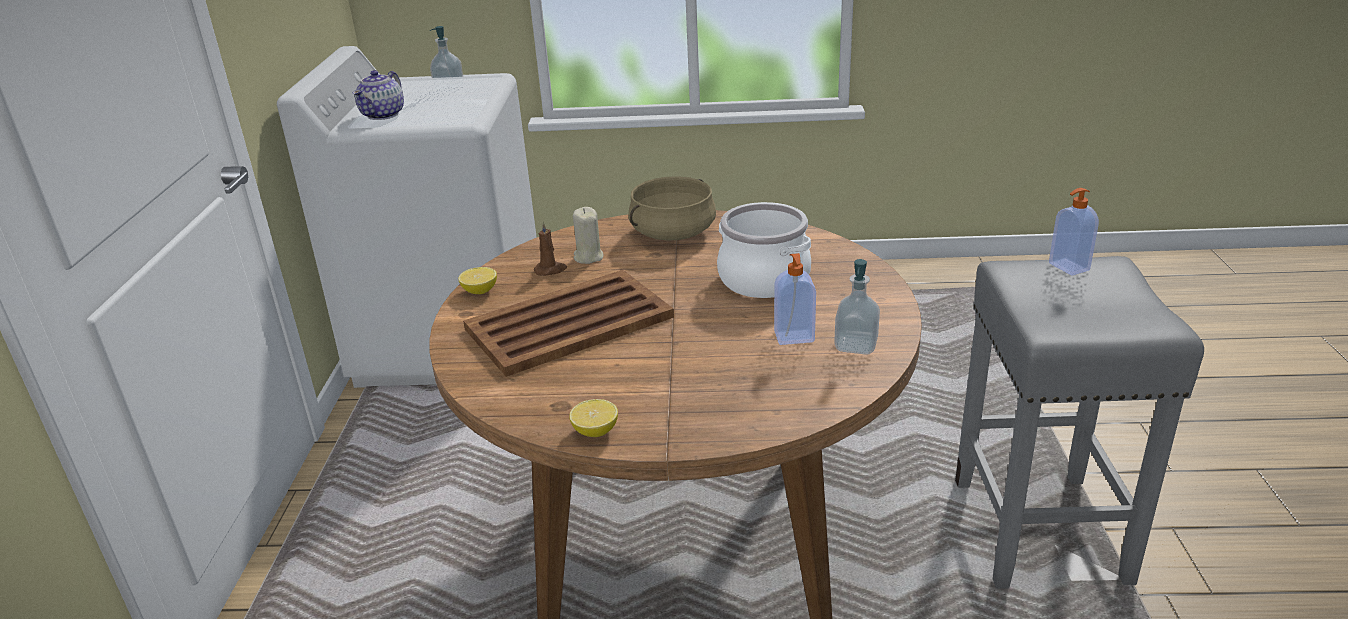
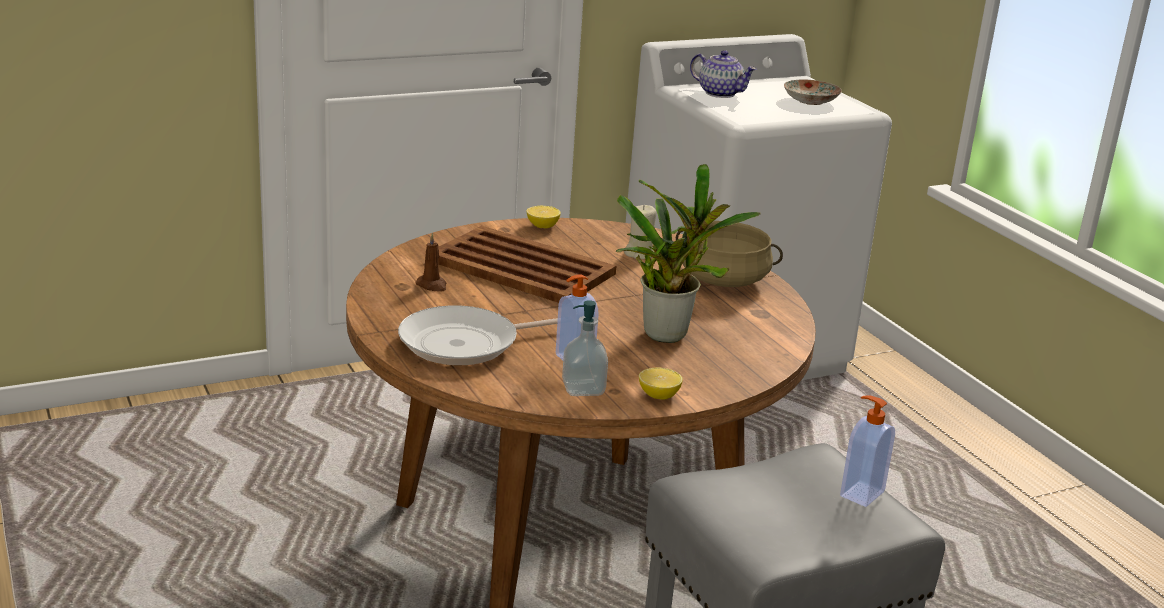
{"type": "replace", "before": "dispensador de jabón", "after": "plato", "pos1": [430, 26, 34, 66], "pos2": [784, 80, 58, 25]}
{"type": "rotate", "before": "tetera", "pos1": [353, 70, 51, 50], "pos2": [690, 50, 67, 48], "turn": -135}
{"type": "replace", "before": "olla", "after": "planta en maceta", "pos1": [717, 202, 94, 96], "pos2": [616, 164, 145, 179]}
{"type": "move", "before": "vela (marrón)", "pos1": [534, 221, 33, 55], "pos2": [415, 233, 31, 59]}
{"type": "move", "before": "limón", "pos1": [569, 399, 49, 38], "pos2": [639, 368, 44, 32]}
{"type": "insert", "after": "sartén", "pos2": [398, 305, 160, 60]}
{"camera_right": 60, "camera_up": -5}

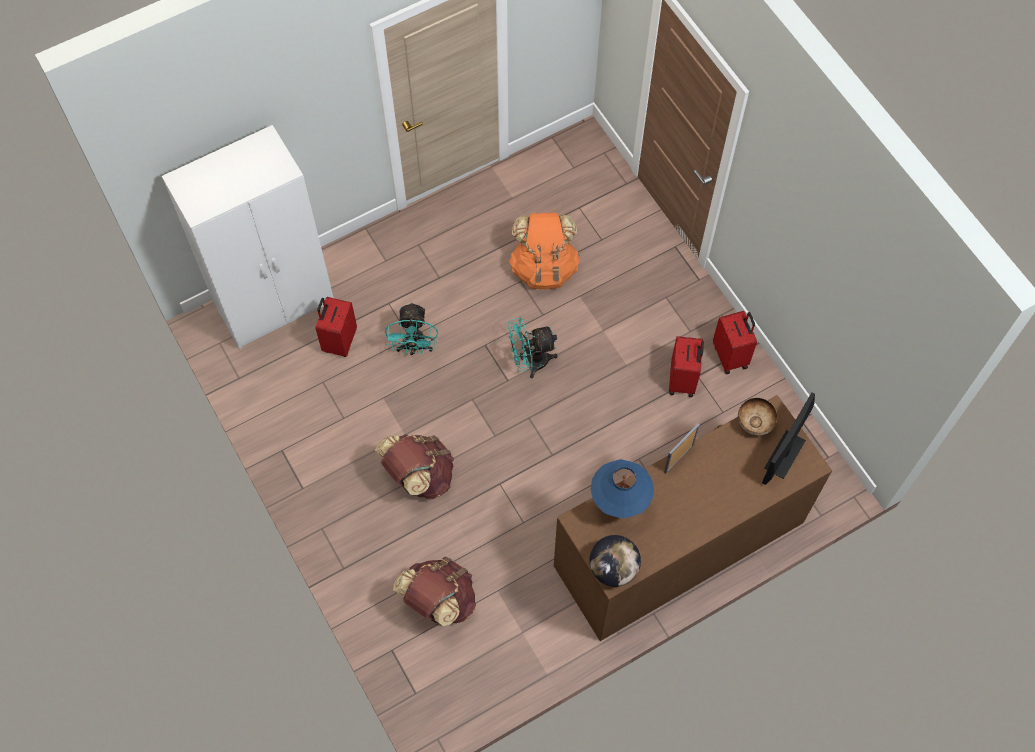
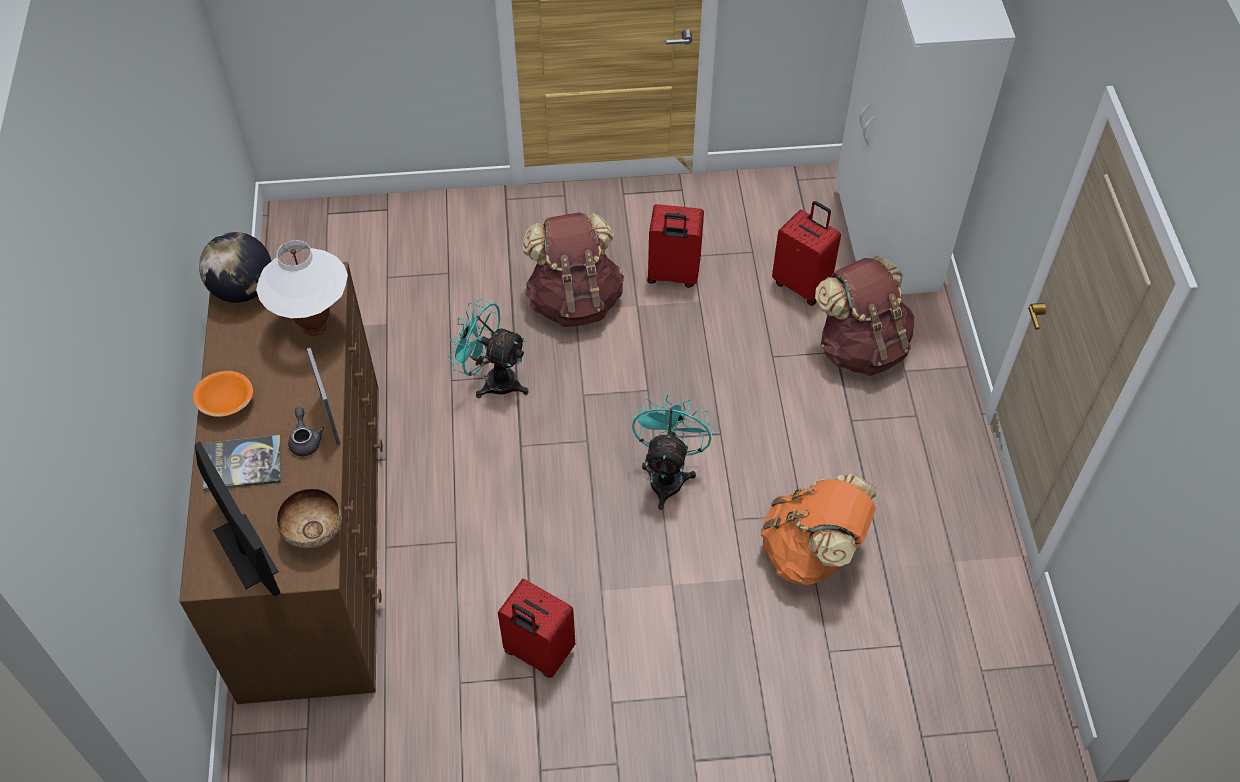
{"type": "move", "before": "ventilador (turquesa)", "pos1": [385, 302, 53, 53], "pos2": [448, 299, 80, 99]}
{"type": "move", "before": "maleta (rojo)", "pos1": [713, 311, 44, 63], "pos2": [647, 204, 57, 84]}
{"type": "recolor", "before": "lámpara de mesa (azul)", "after": "lámpara de mesa (blanco)", "pos1": [591, 459, 63, 59], "pos2": [256, 240, 92, 96]}
{"type": "move", "before": "mochila (marrón)", "pos1": [393, 557, 83, 69], "pos2": [815, 255, 100, 121]}
{"type": "insert", "after": "cuenco (naranja)", "pos2": [193, 371, 60, 46]}
{"type": "insert", "after": "tetera (gris)", "pos2": [288, 407, 36, 49]}
{"type": "insert", "after": "libro", "pos2": [203, 435, 78, 56]}
{"camera_right": 115, "camera_up": -10}

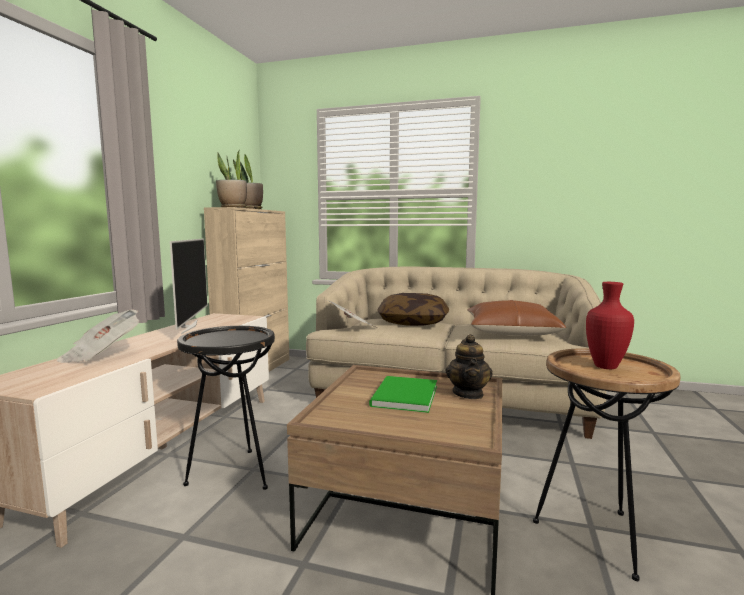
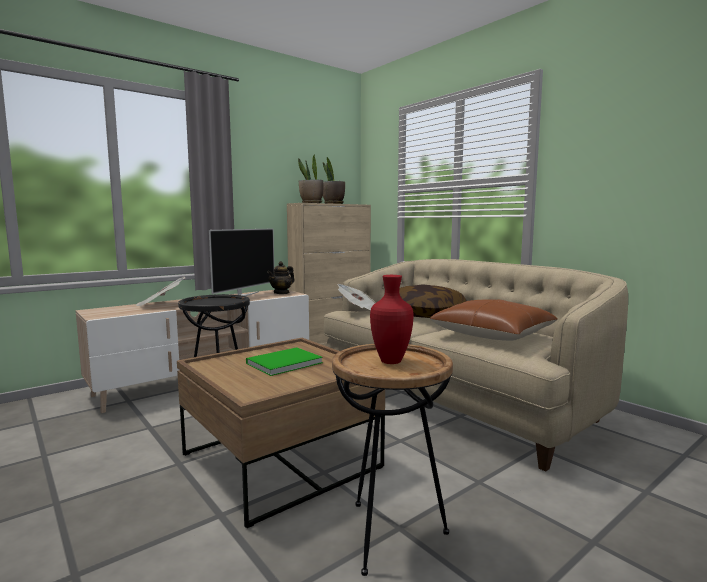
{"type": "move", "before": "tetera", "pos1": [445, 334, 48, 65], "pos2": [267, 261, 28, 33]}
{"camera_right": 35, "camera_up": 0}

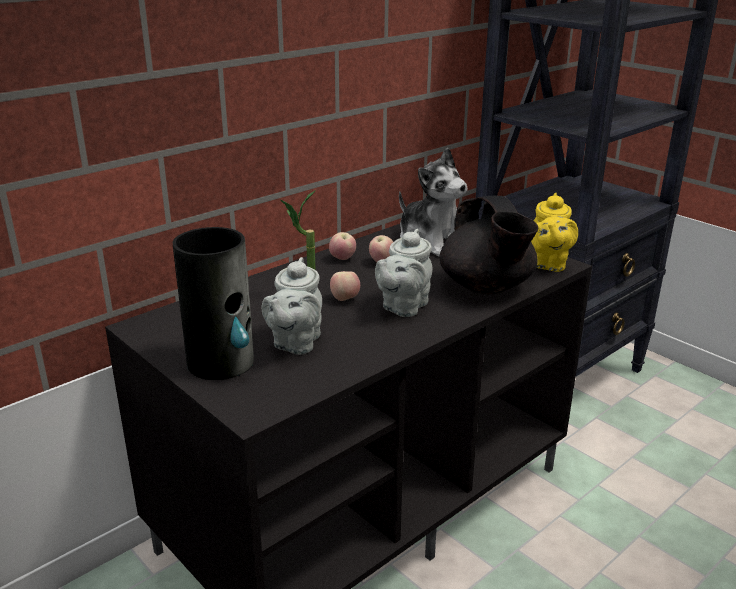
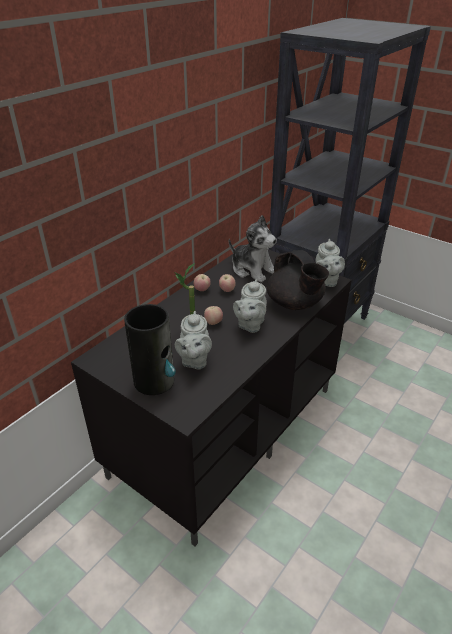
{"type": "recolor", "before": "tetera (amarillo)", "after": "tetera (gris)", "pos1": [531, 193, 47, 79], "pos2": [316, 239, 29, 48]}
{"camera_right": -10, "camera_up": 10}

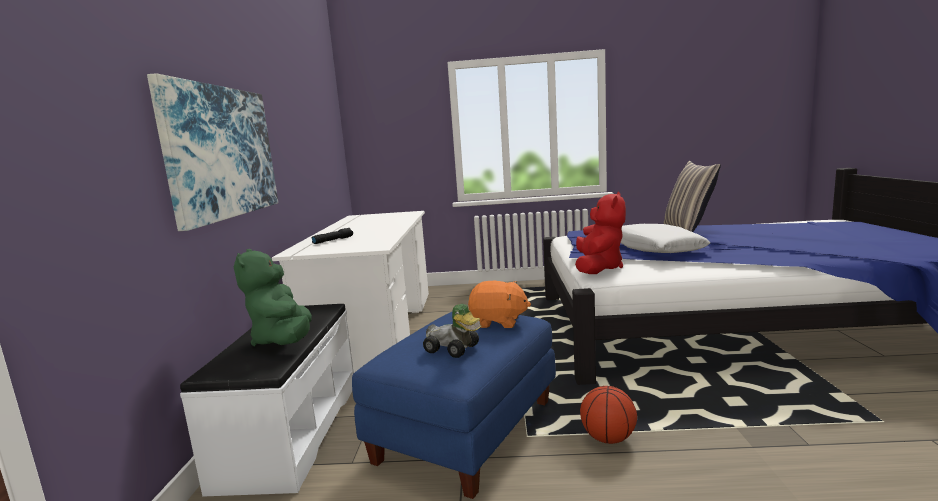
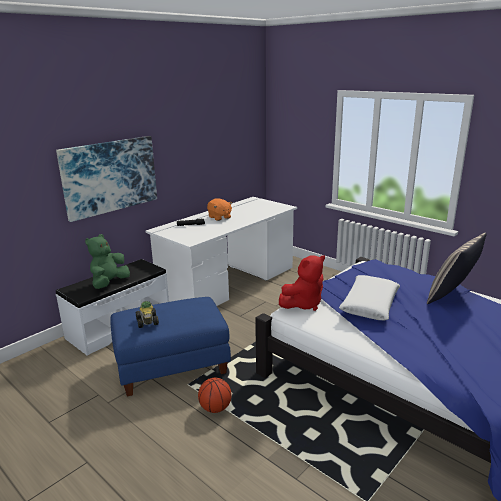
{"type": "move", "before": "peluche (naranja)", "pos1": [468, 281, 63, 47], "pos2": [207, 198, 25, 23]}
{"camera_right": 40, "camera_up": 10}

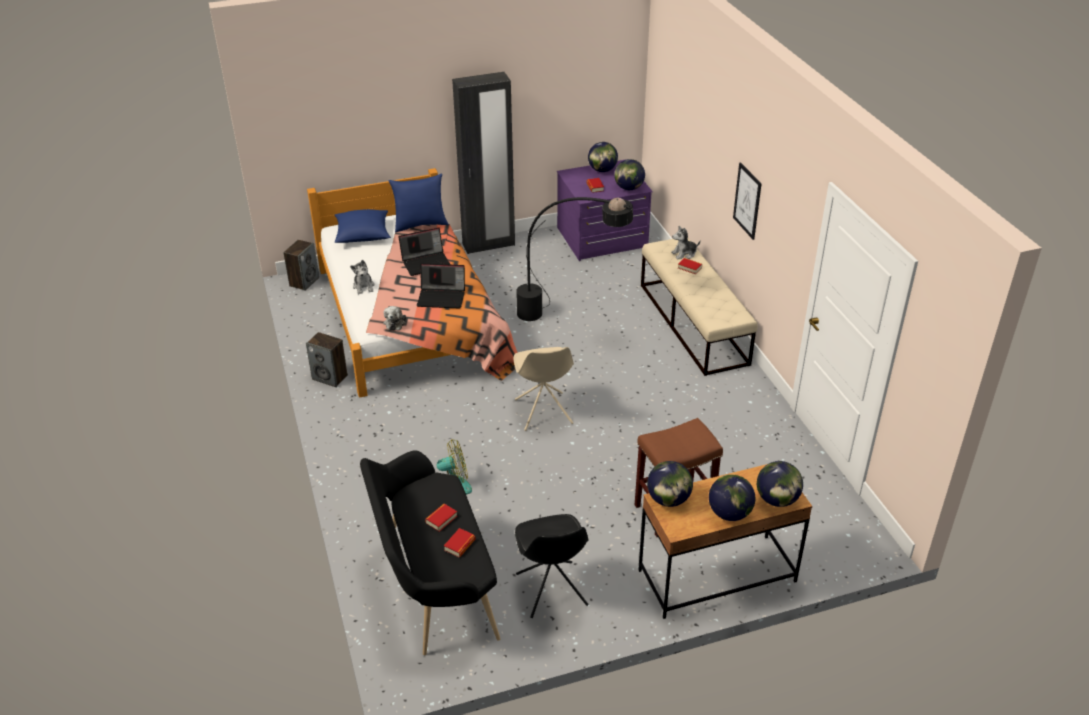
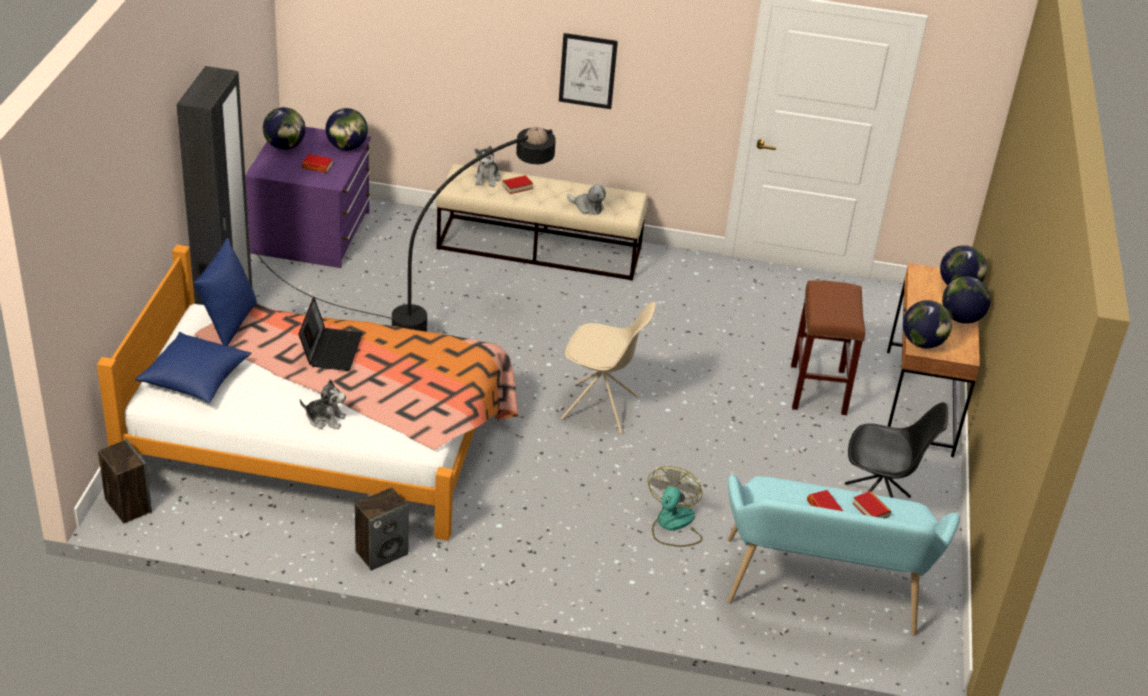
{"type": "delete", "before": "portátil", "pos1": [417, 263, 48, 46]}
{"type": "move", "before": "peluche", "pos1": [383, 306, 23, 24], "pos2": [567, 185, 39, 30]}
{"type": "recolor", "before": "banco (negro)", "after": "banco (turquesa)", "pos1": [360, 450, 140, 205], "pos2": [728, 475, 232, 161]}
{"camera_right": -65, "camera_up": 0}

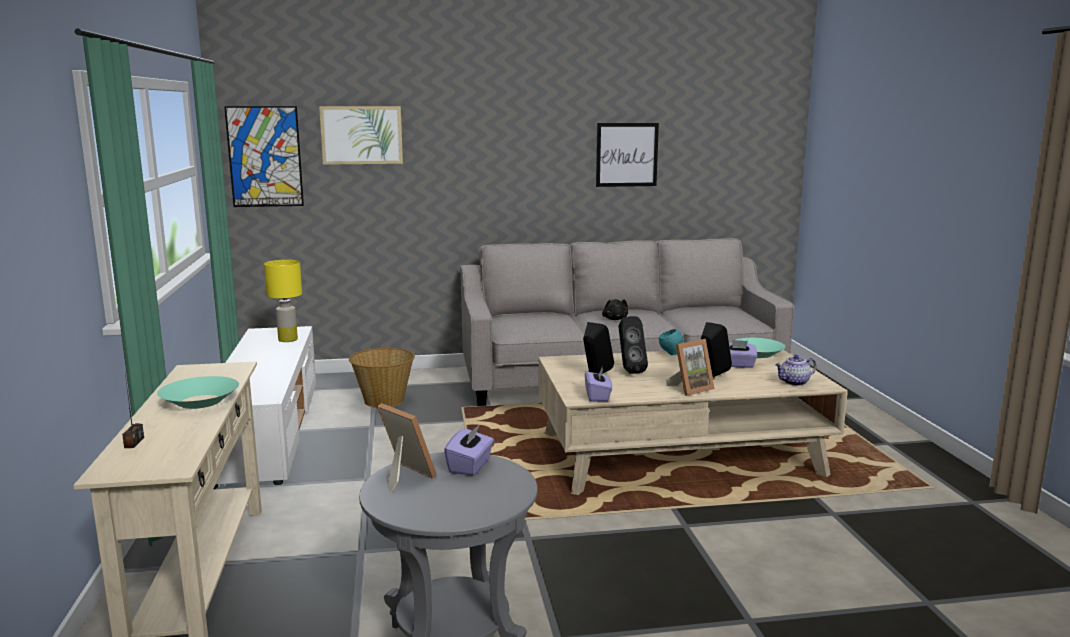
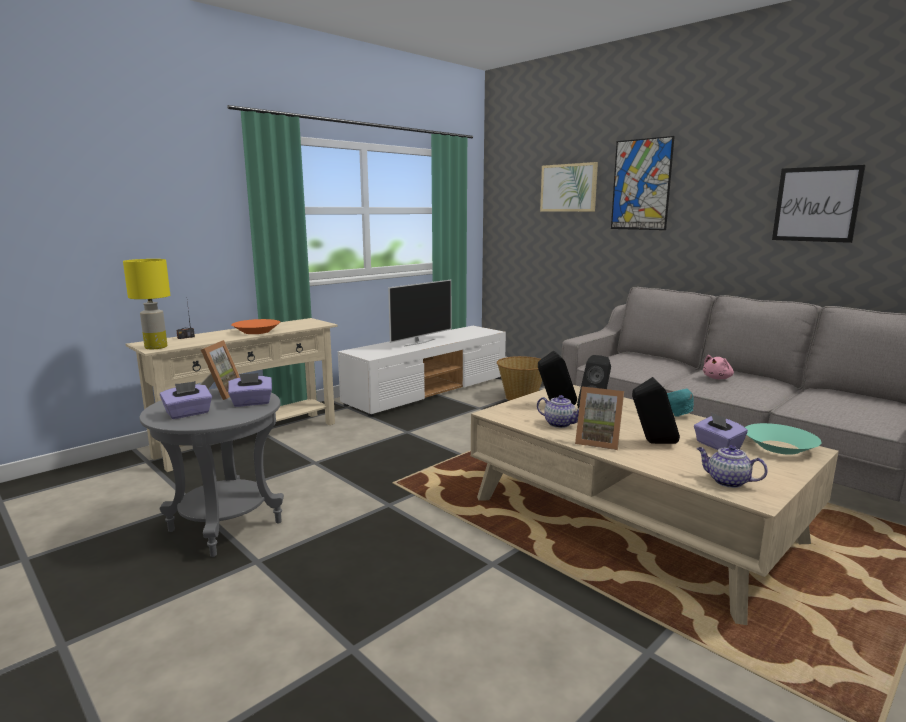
{"type": "move", "before": "cuadro", "pos1": [224, 106, 80, 101], "pos2": [611, 136, 64, 94]}
{"type": "move", "before": "lámpara de mesa (amarillo)", "pos1": [264, 260, 38, 82], "pos2": [123, 259, 47, 90]}
{"type": "recolor", "before": "peluche (negro)", "after": "peluche (rosa)", "pos1": [602, 299, 26, 21], "pos2": [703, 355, 31, 24]}
{"type": "move", "before": "caja de pañuelos (morado)", "pos1": [585, 365, 27, 37], "pos2": [160, 381, 52, 38]}
{"type": "recolor", "before": "cuenco (turquesa)", "after": "cuenco (naranja)", "pos1": [157, 376, 82, 33], "pos2": [231, 319, 49, 15]}
{"type": "insert", "after": "televisor", "pos2": [388, 280, 63, 66]}
{"type": "insert", "after": "tetera", "pos2": [537, 395, 42, 33]}
{"camera_right": 55, "camera_up": 0}

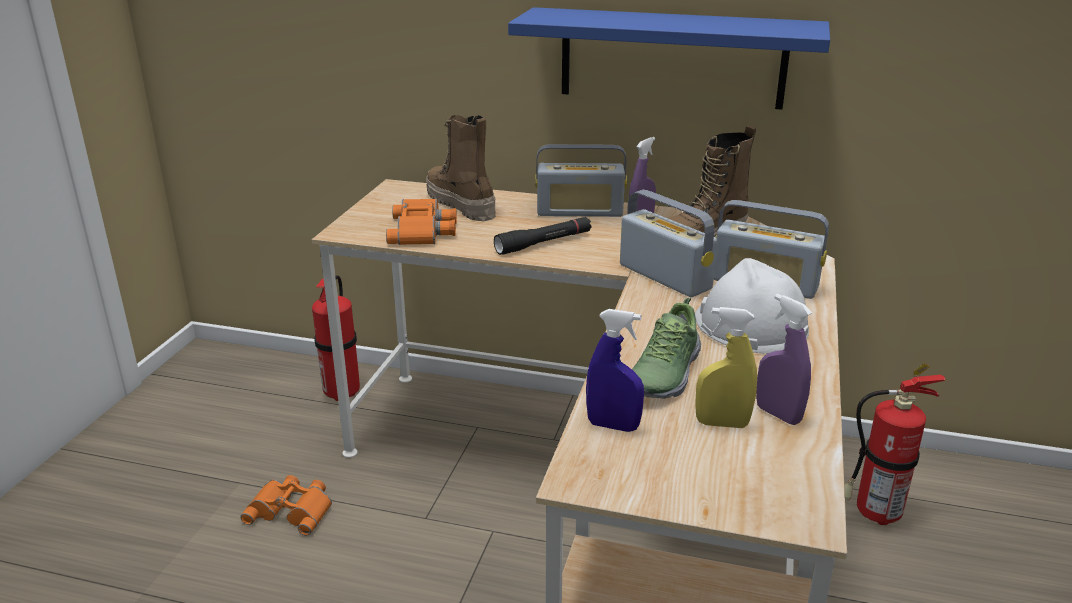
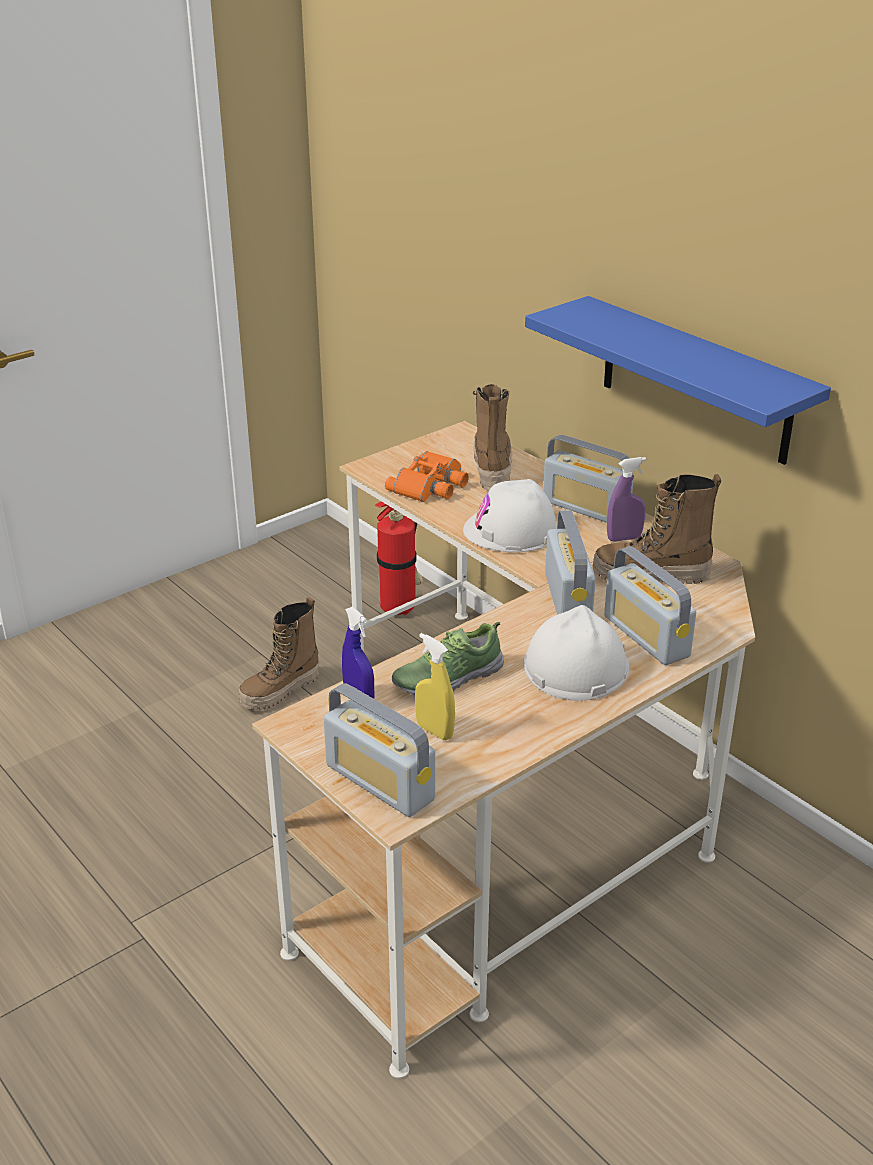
{"type": "replace", "before": "linterna (negro)", "after": "casco (blanco)", "pos1": [494, 217, 98, 38], "pos2": [463, 479, 94, 73]}
{"type": "delete", "before": "pulverizador (morado)", "pos1": [756, 294, 56, 131]}
{"type": "delete", "before": "extintor", "pos1": [844, 364, 101, 161]}
{"type": "replace", "before": "prismáticos (naranja)", "after": "bota", "pos1": [240, 475, 92, 60], "pos2": [239, 597, 80, 113]}
{"type": "insert", "after": "radio", "pos2": [324, 683, 111, 134]}
{"camera_right": 35, "camera_up": 5}

